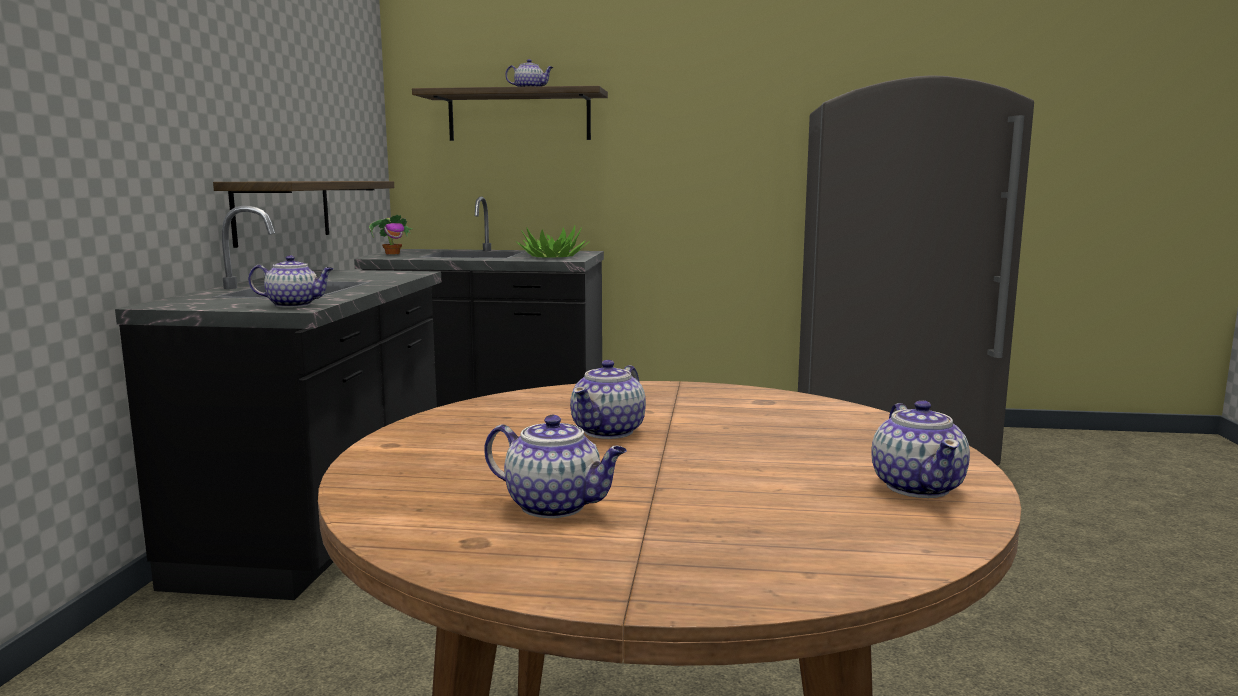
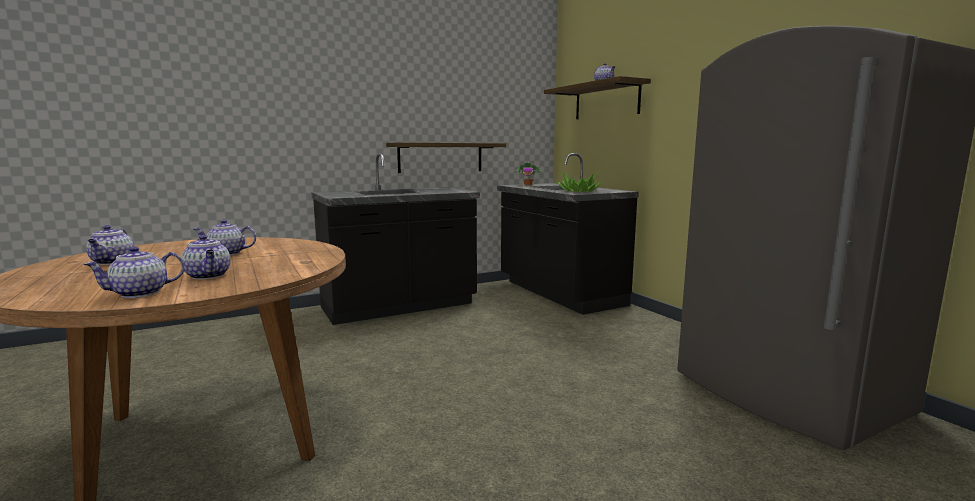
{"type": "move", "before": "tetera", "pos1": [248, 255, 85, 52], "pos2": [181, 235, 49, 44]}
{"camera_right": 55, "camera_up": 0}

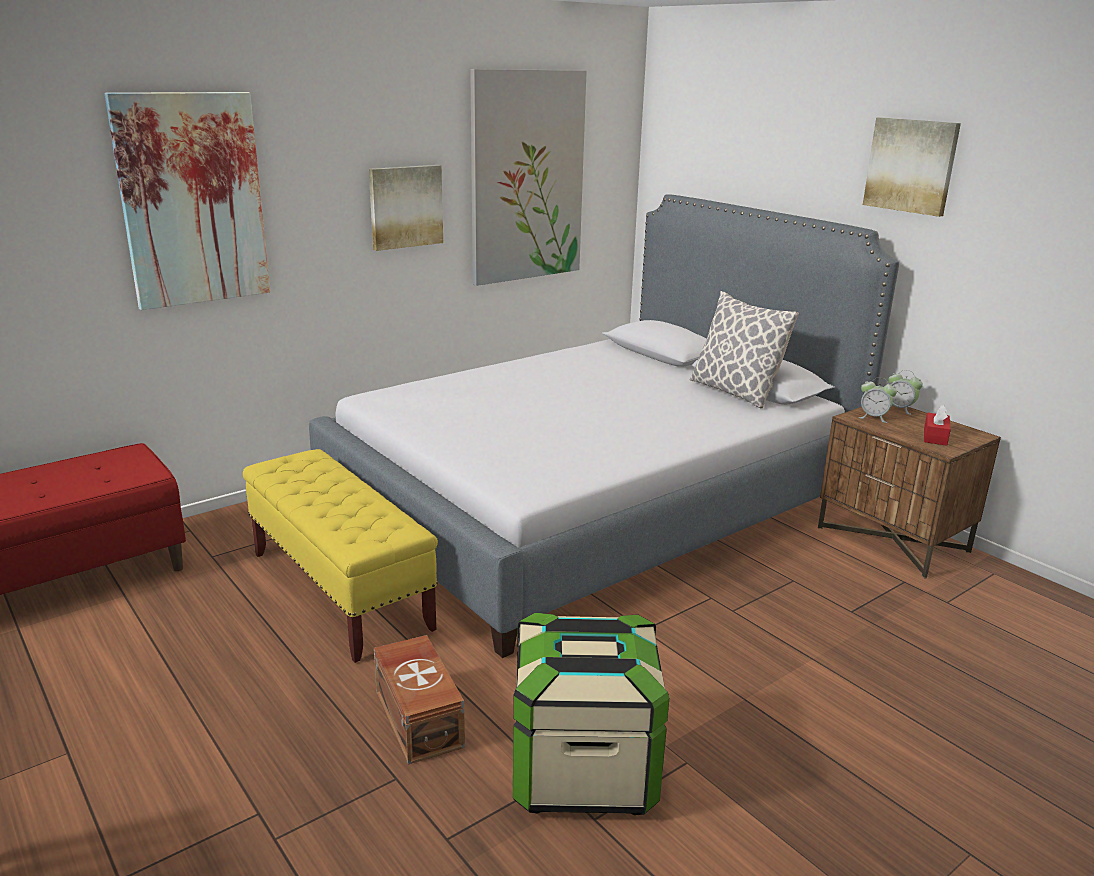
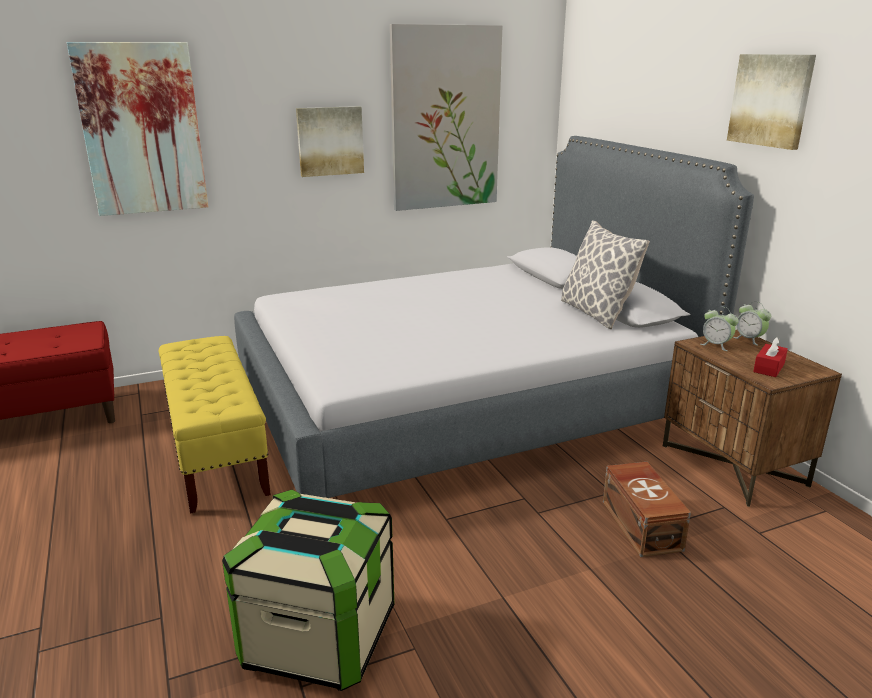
{"type": "move", "before": "caja de almacenaje (marrón)", "pos1": [374, 635, 91, 130], "pos2": [603, 462, 88, 95]}
{"camera_right": 15, "camera_up": 0}

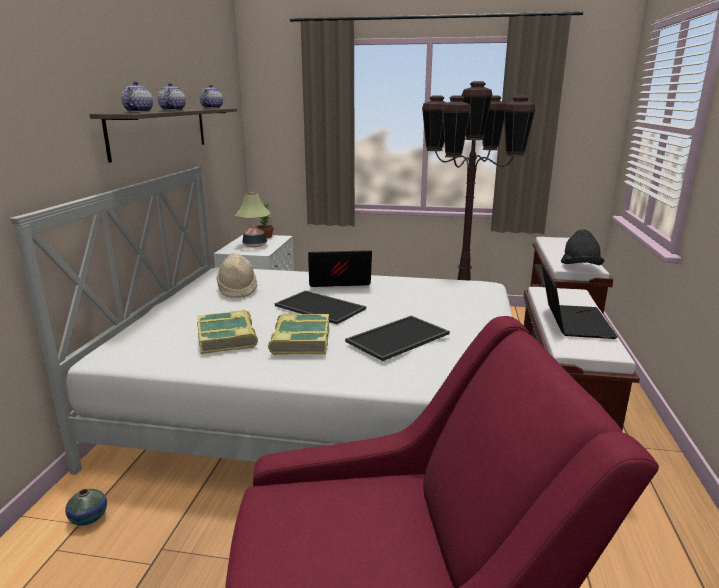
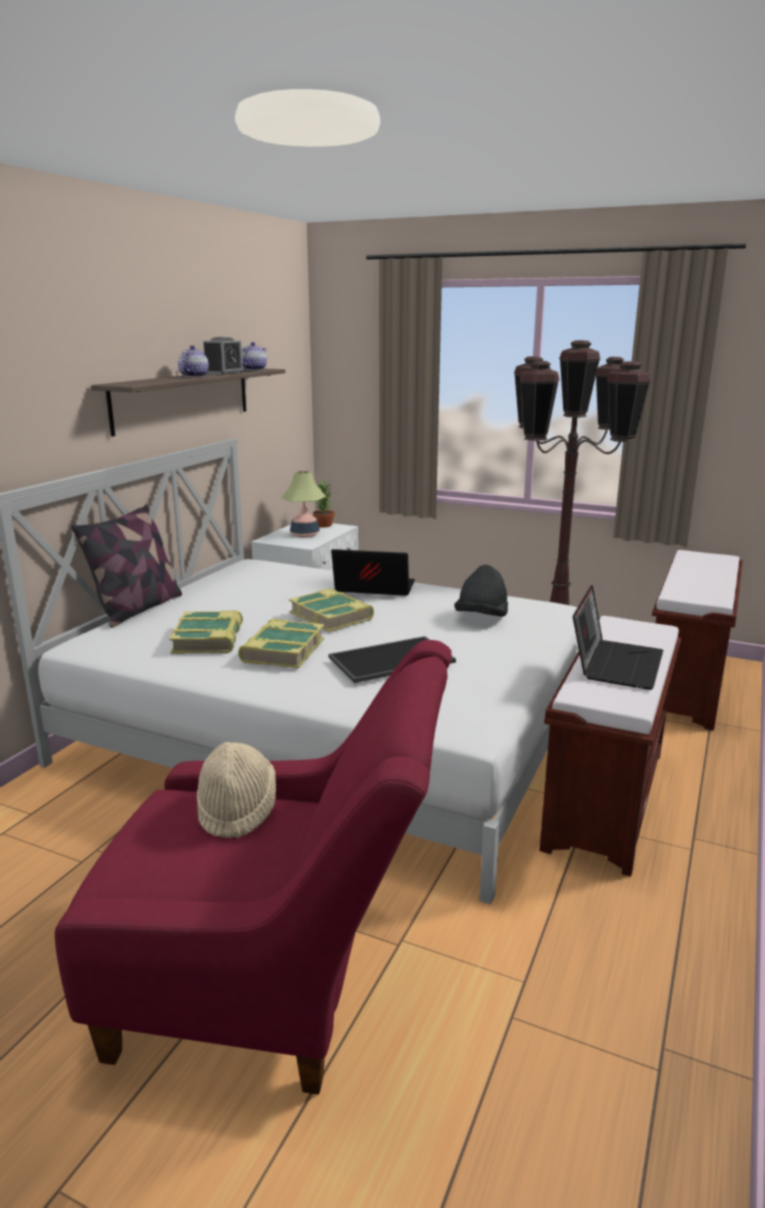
{"type": "delete", "before": "tetera", "pos1": [121, 81, 32, 31]}
{"type": "move", "before": "sombrero (negro)", "pos1": [561, 229, 43, 36], "pos2": [454, 565, 54, 52]}
{"type": "move", "before": "sombrero (beis)", "pos1": [216, 253, 42, 45], "pos2": [197, 742, 79, 96]}
{"type": "replace", "before": "bandeja", "after": "libro", "pos1": [275, 290, 91, 34], "pos2": [289, 588, 85, 44]}
{"type": "delete", "before": "florero", "pos1": [65, 489, 42, 37]}
{"type": "insert", "after": "despertador", "pos2": [203, 337, 41, 38]}
{"type": "insert", "after": "cojín", "pos2": [71, 505, 111, 123]}
{"camera_right": 15, "camera_up": 0}

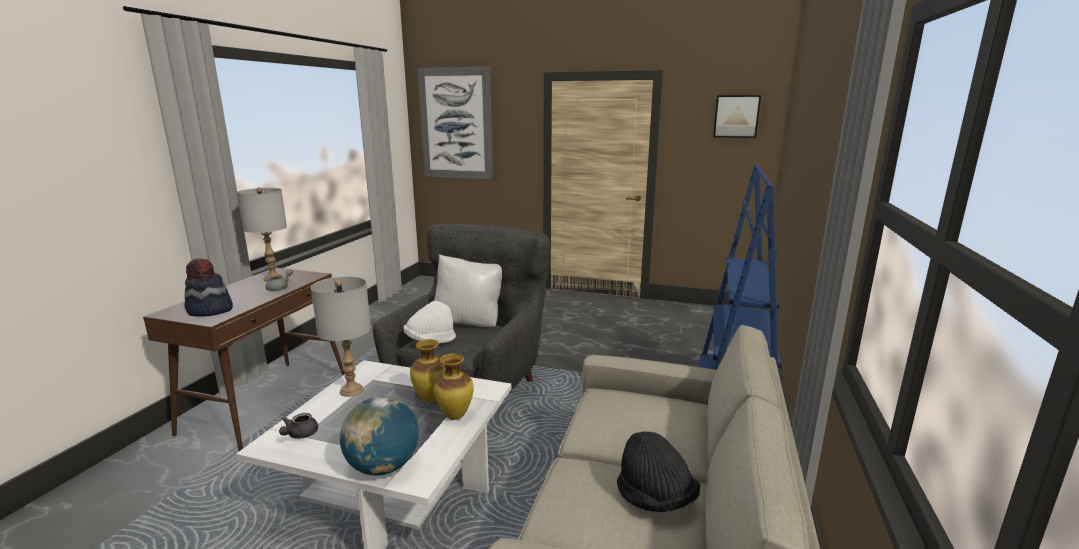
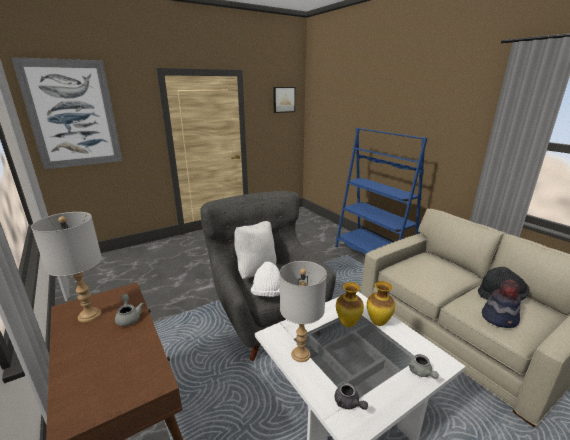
{"type": "move", "before": "sombrero", "pos1": [184, 258, 49, 59], "pos2": [482, 279, 39, 49]}
{"type": "replace", "before": "globo terráqueo", "after": "tetera (gris)", "pos1": [340, 396, 79, 79], "pos2": [409, 354, 30, 25]}
{"camera_right": -50, "camera_up": 5}

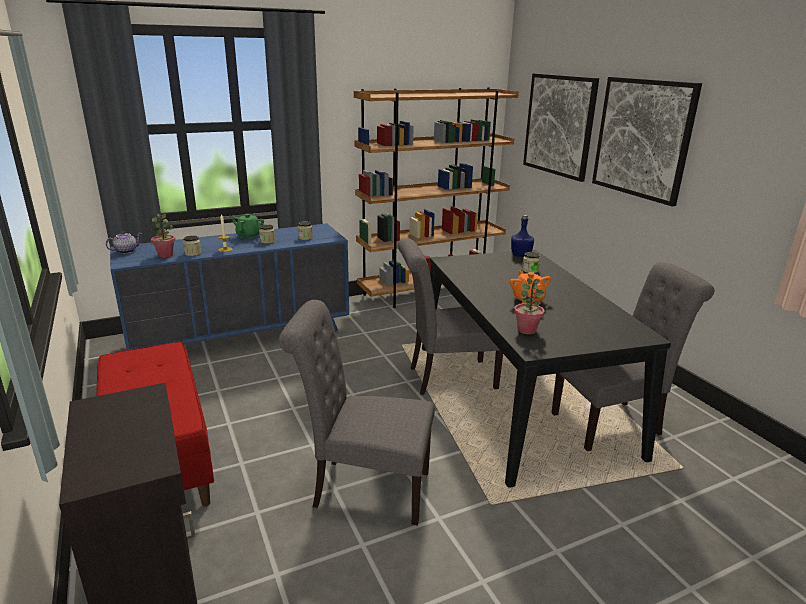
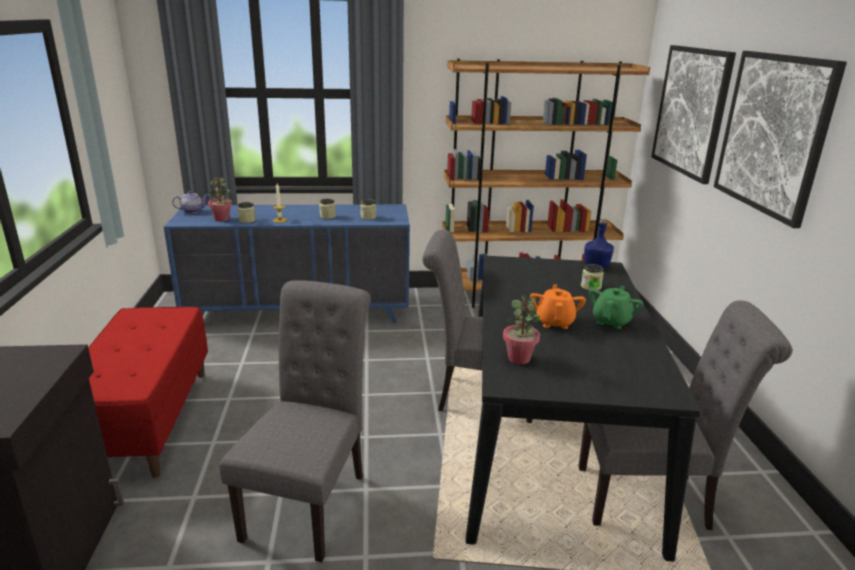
{"type": "move", "before": "tetera (verde)", "pos1": [232, 214, 32, 25], "pos2": [589, 285, 54, 44]}
{"type": "rotate", "before": "silla (gris)", "pos1": [278, 300, 157, 225], "pos2": [219, 280, 152, 282], "turn": 75}
{"camera_right": 20, "camera_up": 0}

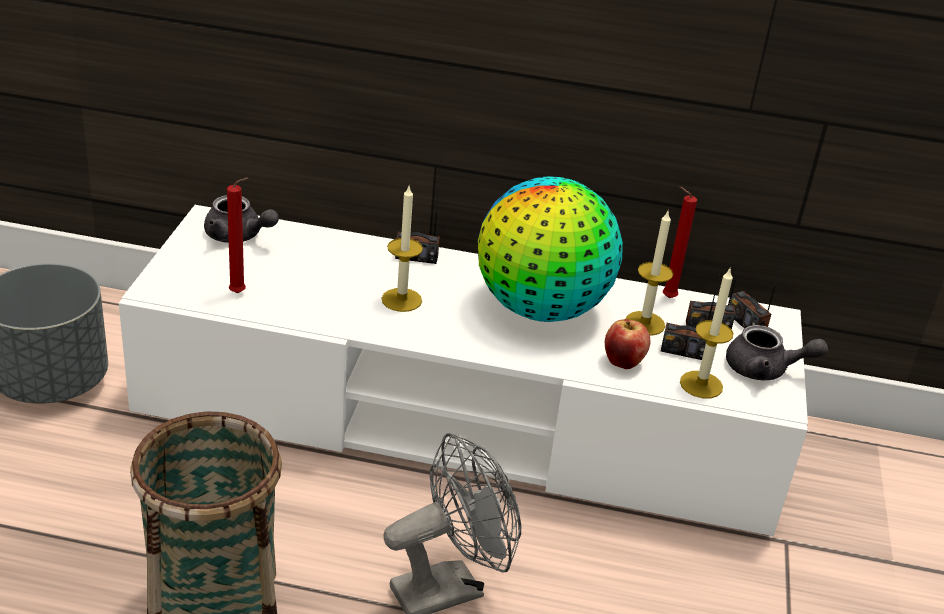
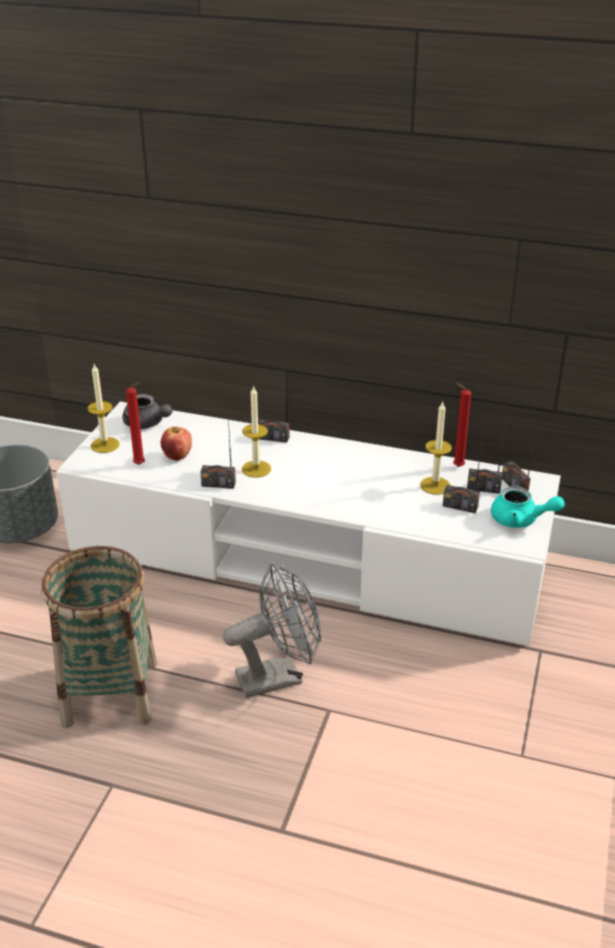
{"type": "delete", "before": "globo terráqueo", "pos1": [478, 176, 145, 146]}
{"type": "move", "before": "vela", "pos1": [680, 267, 54, 131], "pos2": [87, 364, 33, 89]}
{"type": "move", "before": "manzana", "pos1": [605, 319, 45, 50], "pos2": [161, 427, 31, 34]}
{"type": "recolor", "before": "tetera (gris)", "after": "tetera (turquesa)", "pos1": [726, 325, 102, 55], "pos2": [491, 486, 74, 42]}
{"type": "insert", "after": "radio", "pos2": [200, 415, 36, 74]}
{"camera_right": 10, "camera_up": 0}

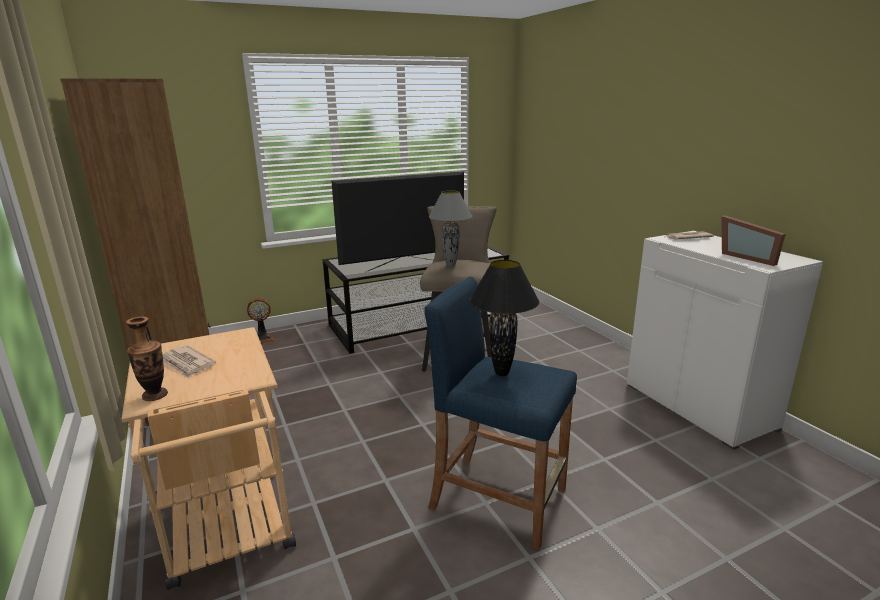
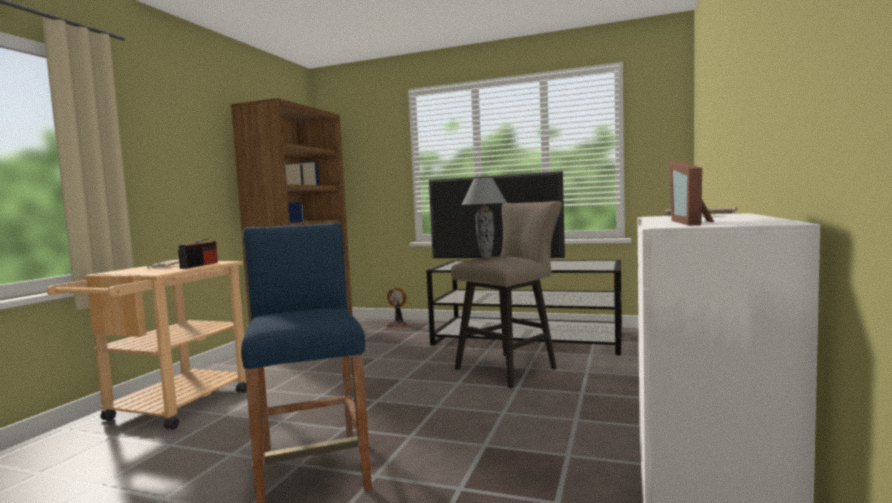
{"type": "delete", "before": "lámpara de mesa (negro)", "pos1": [469, 260, 70, 116]}
{"type": "delete", "before": "florero", "pos1": [126, 317, 42, 84]}
{"type": "insert", "after": "radio", "pos2": [178, 238, 40, 31]}
{"camera_right": 45, "camera_up": -15}

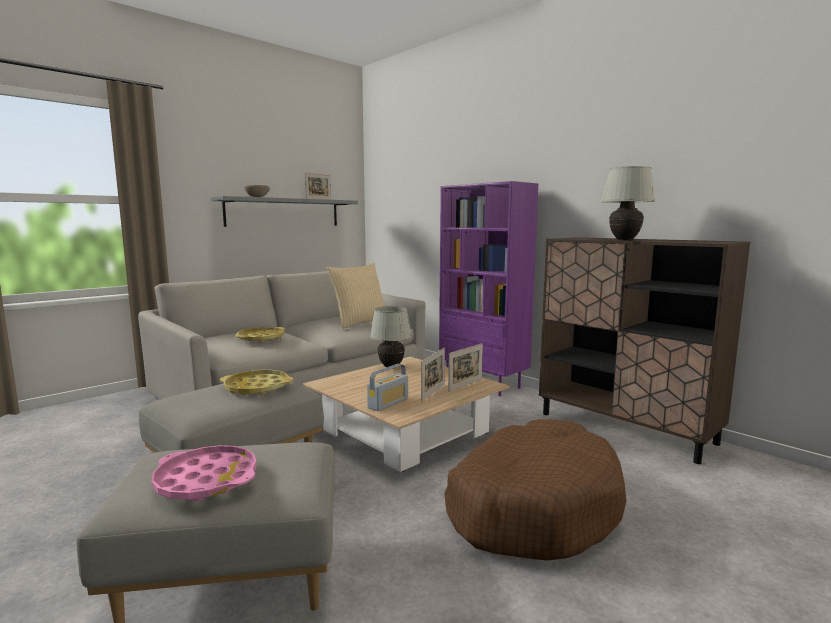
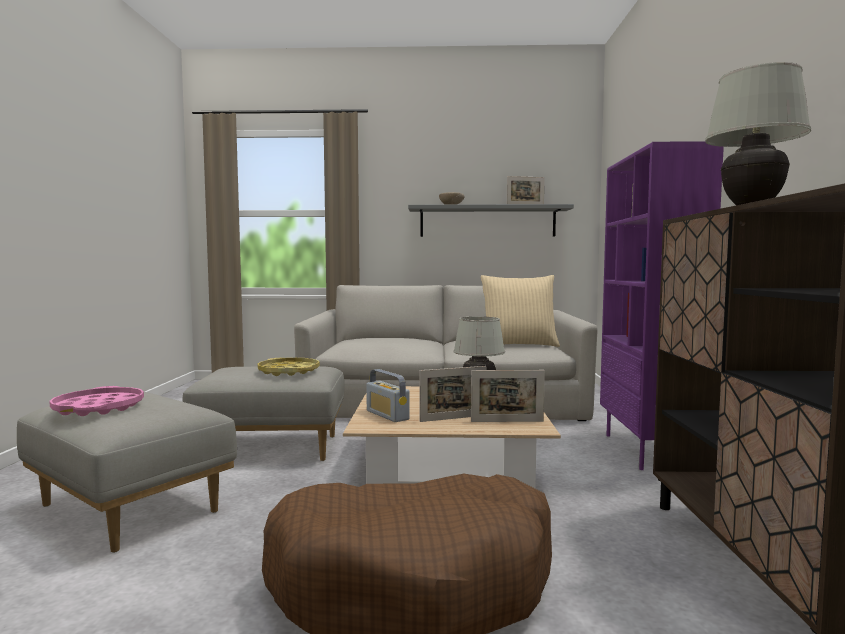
{"type": "delete", "before": "bandeja (amarillo)", "pos1": [235, 327, 50, 15]}
{"type": "rotate", "before": "radio", "pos1": [367, 364, 41, 47], "pos2": [366, 369, 44, 53], "turn": 60}
{"camera_right": 45, "camera_up": -5}

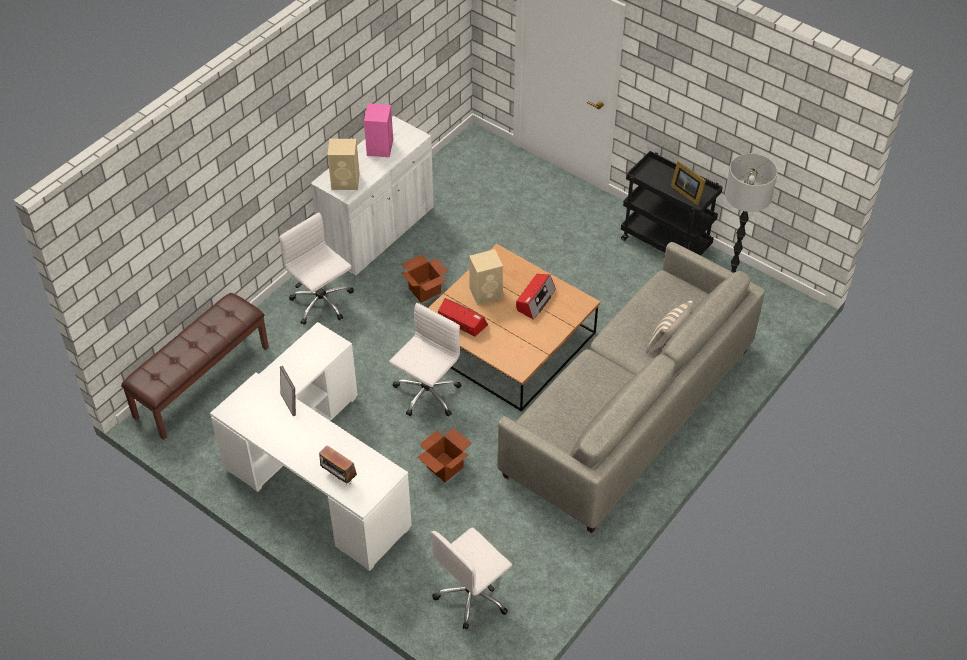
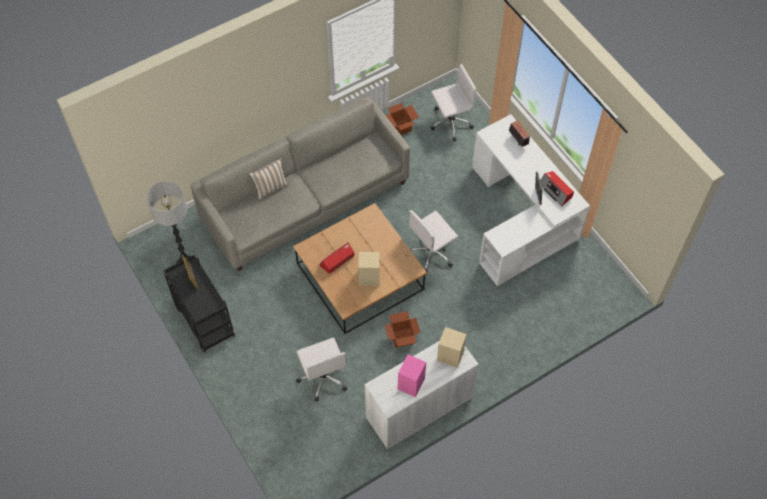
{"type": "move", "before": "silla de oficina (blanco)", "pos1": [279, 212, 75, 113], "pos2": [296, 337, 51, 65]}
{"type": "delete", "before": "banco (marrón)", "pos1": [121, 293, 148, 147]}
{"type": "move", "before": "radio", "pos1": [438, 298, 50, 39], "pos2": [540, 171, 34, 35]}
{"type": "move", "before": "caja de cartón", "pos1": [417, 428, 54, 54], "pos2": [386, 103, 33, 32]}
{"camera_right": -160, "camera_up": 10}

